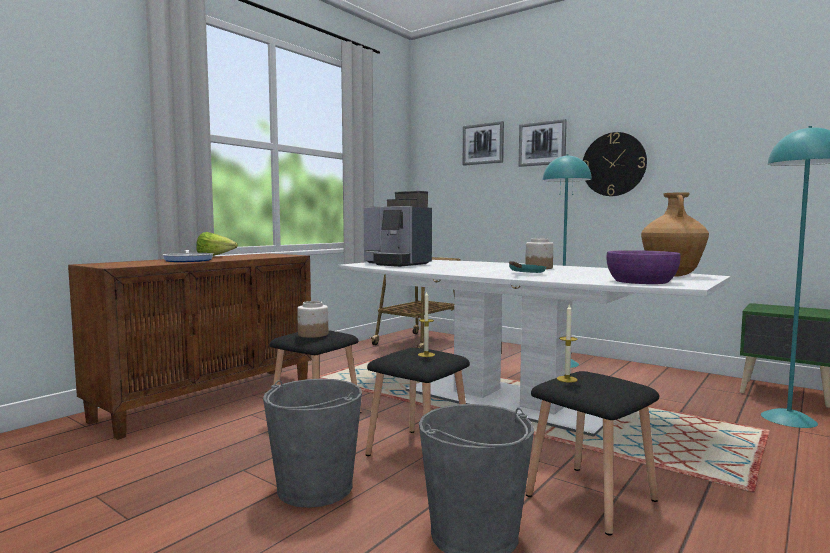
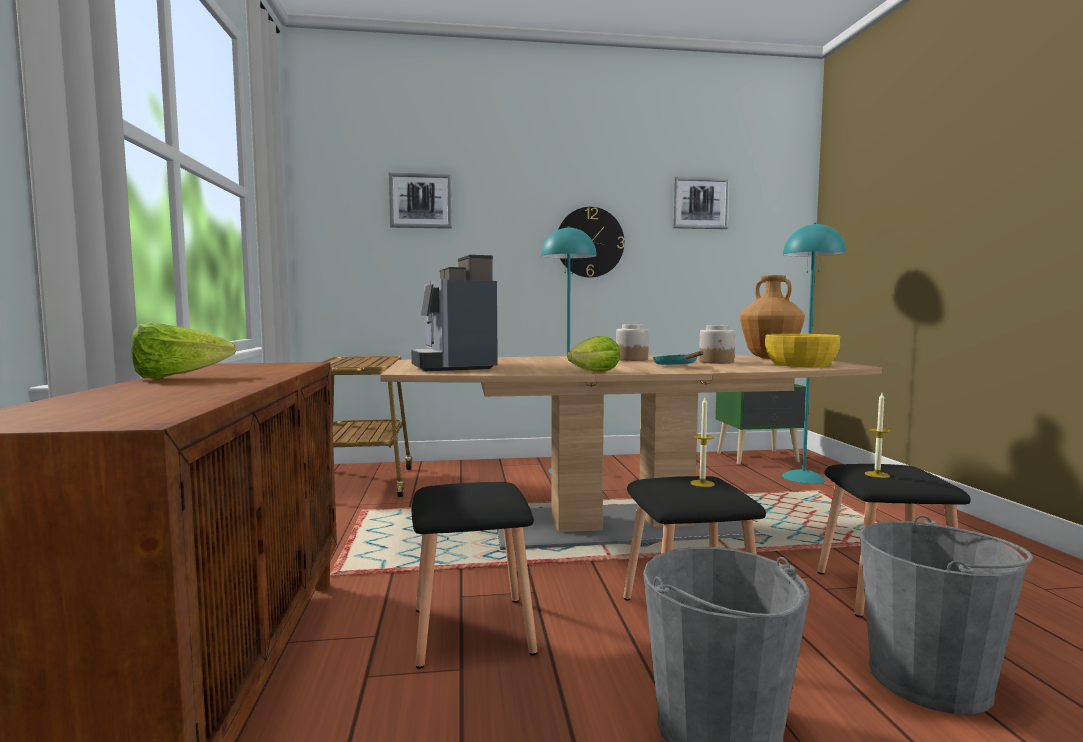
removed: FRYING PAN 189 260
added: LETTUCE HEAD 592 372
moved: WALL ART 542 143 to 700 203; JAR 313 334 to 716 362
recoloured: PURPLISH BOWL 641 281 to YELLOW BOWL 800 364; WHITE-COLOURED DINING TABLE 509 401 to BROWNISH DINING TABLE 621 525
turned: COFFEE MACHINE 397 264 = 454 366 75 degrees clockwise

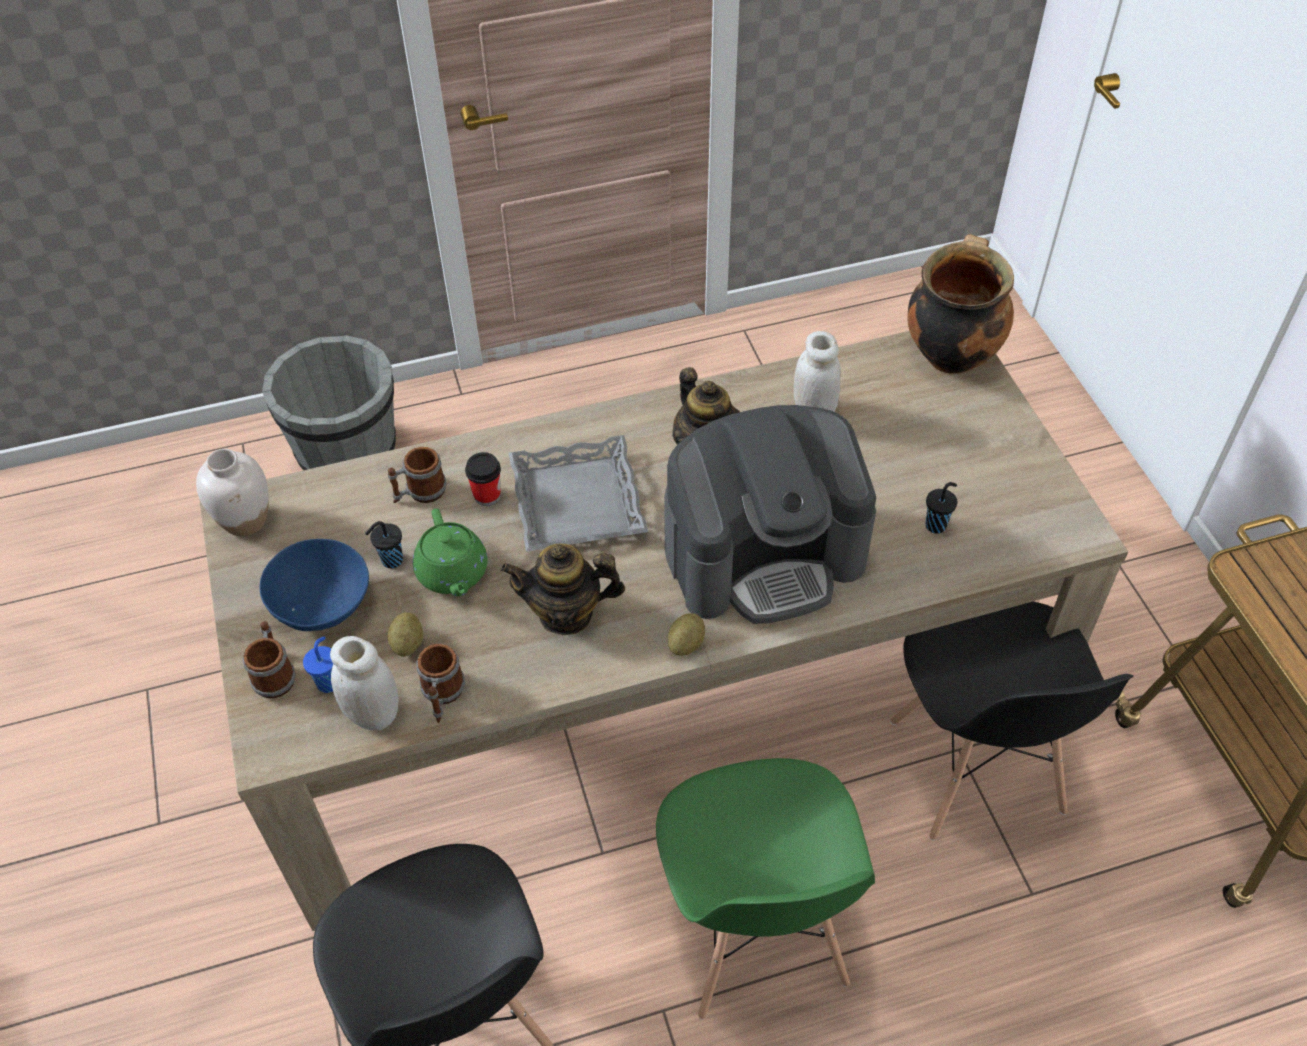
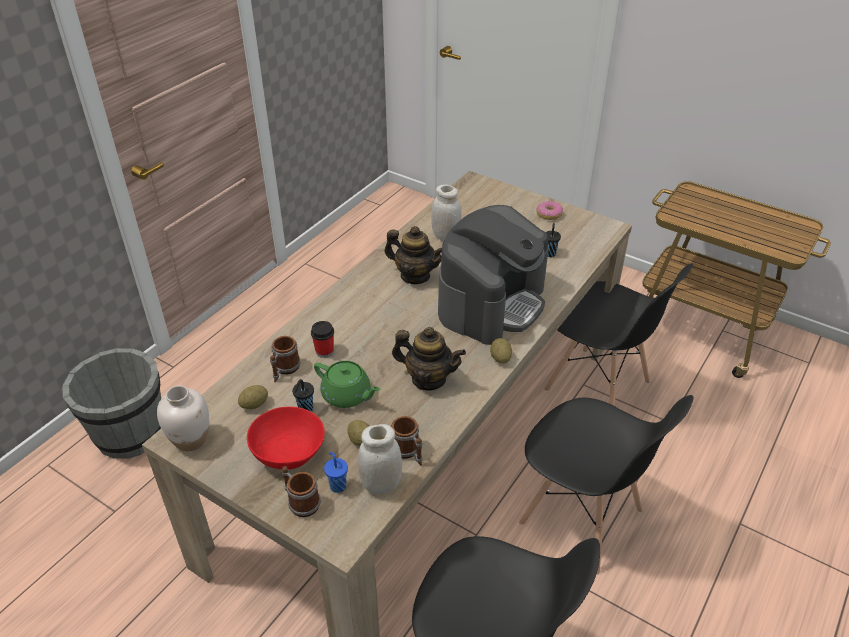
removed: STOCKPOT 950 353; GRAY TRAY 576 502
added: RING DOUGHNUT 549 214; SPUD 254 404
recoloured: BLUE-COLOURED BOWL 322 604 to RED BOWL 288 452; GREEN UPRIGHT CHAIR 755 933 to BLACK-COLOURED UPRIGHT CHAIR 581 519
turned: POT FOR TEA 566 613 = 428 379 120 degrees counterclockwise

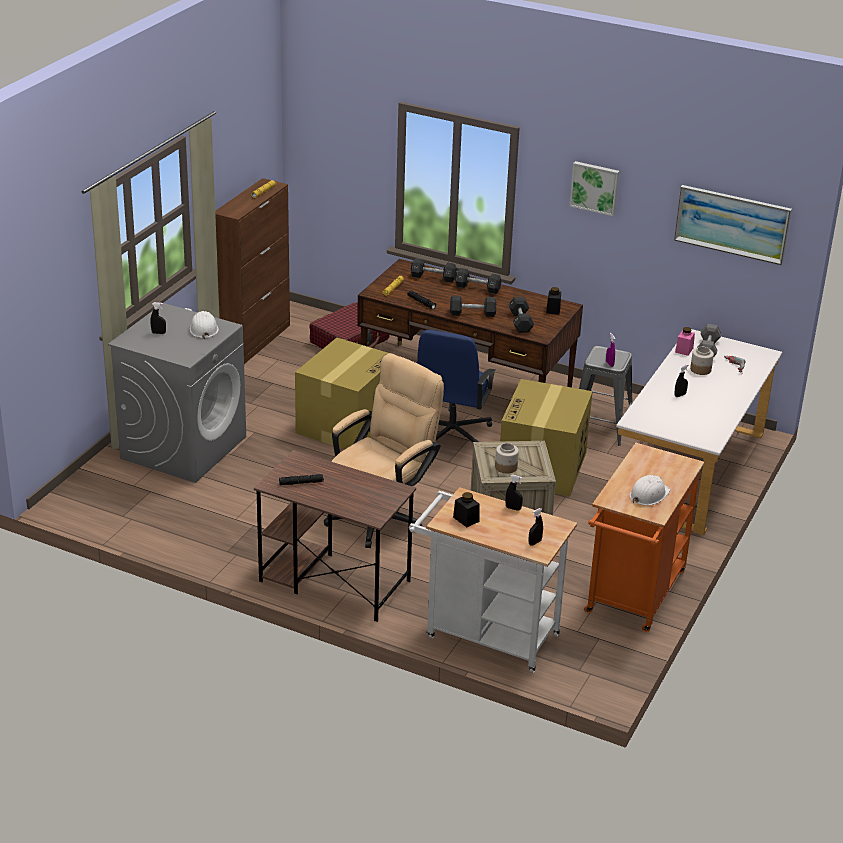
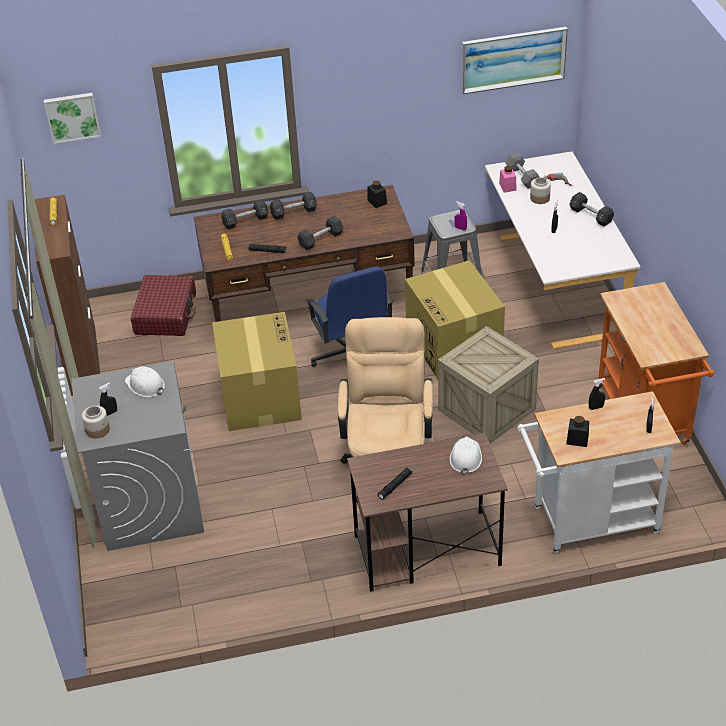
moved: WALL ART 595 187 to 72 116; BLACK-COLOURED DUMBBELL 520 322 to 591 216; JAR 506 467 to 98 430; WHITE-COLOURED WORK HELMET 648 495 to 465 457

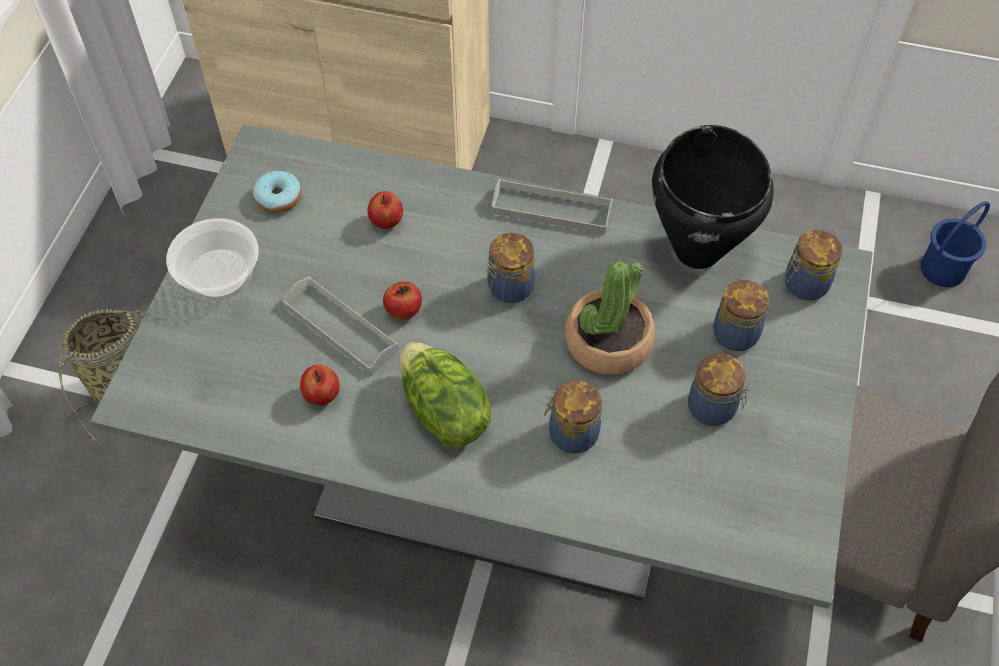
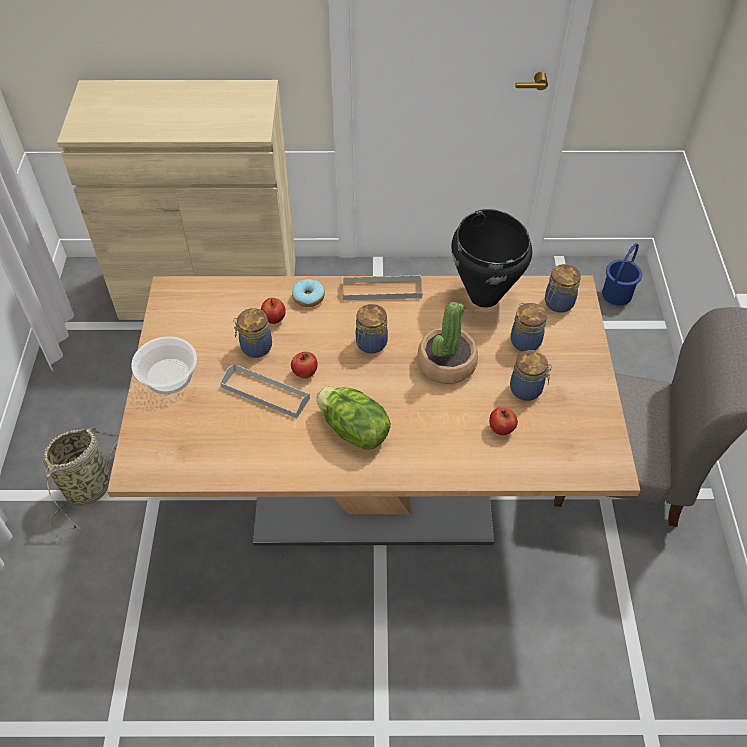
moved: RING DOUGHNUT 278 198 to 308 297; APPLE 322 395 to 501 429; JAR 571 433 to 255 347
recoloured: GRAY DINING TABLE 499 478 to BROWNISH DINING TABLE 373 488

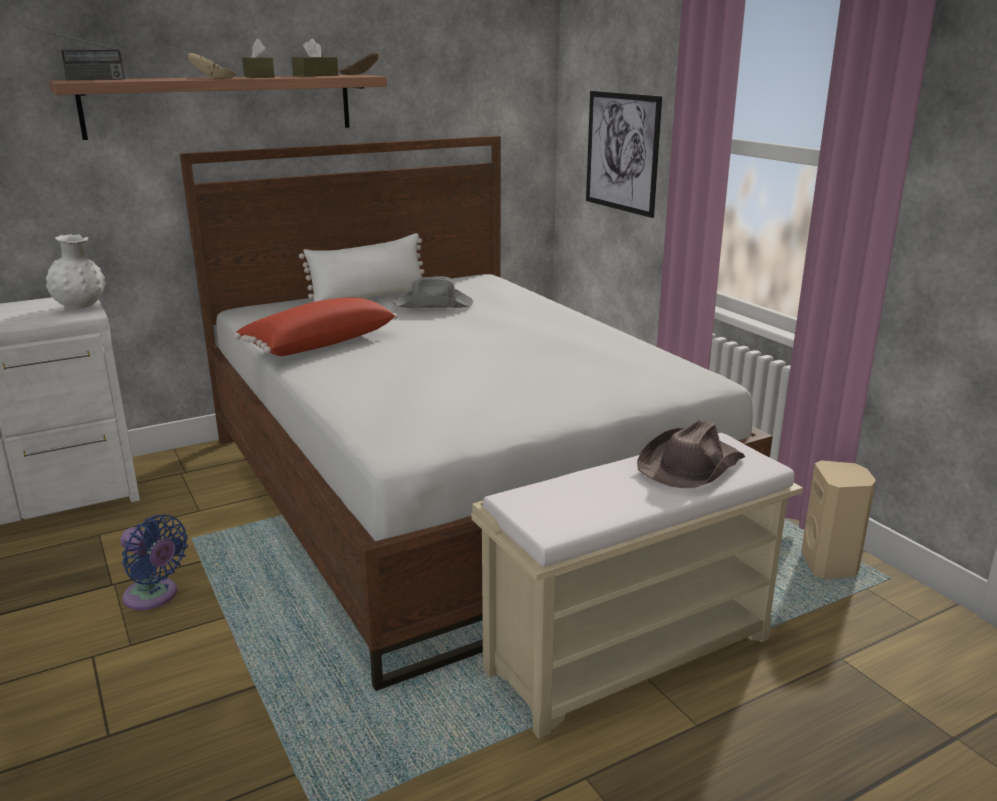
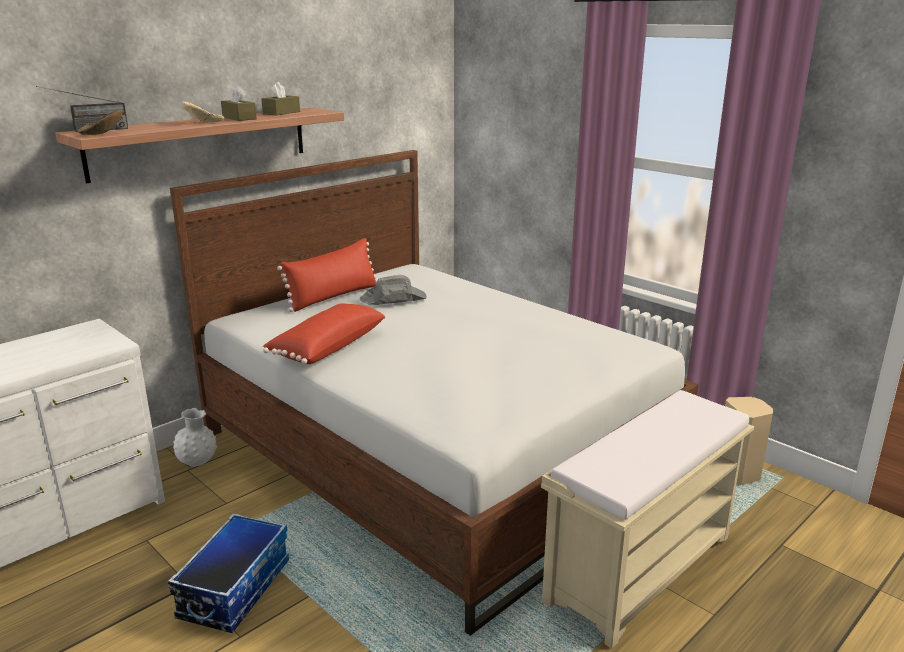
removed: WALL ART 622 152; BROWNISH HAT 690 465
moved: BROWNISH BOWL 359 75 to 101 134; WHITE-COLOURED DECORATIVE VASE 80 307 to 197 462
replaced: BLUE-COLOURED FAN 154 596 to STORAGE CONTAINER 234 589
recoloured: WHITE-COLOURED CUSHION 369 298 to RED CUSHION 333 297

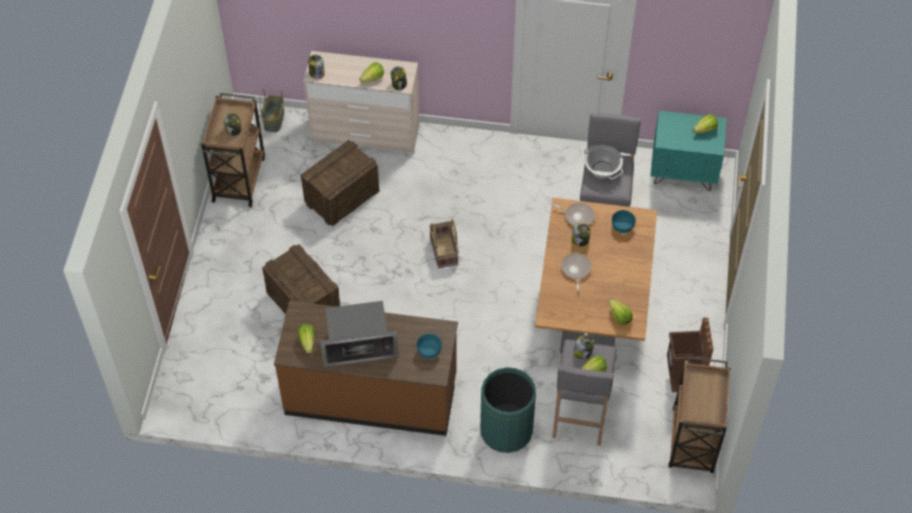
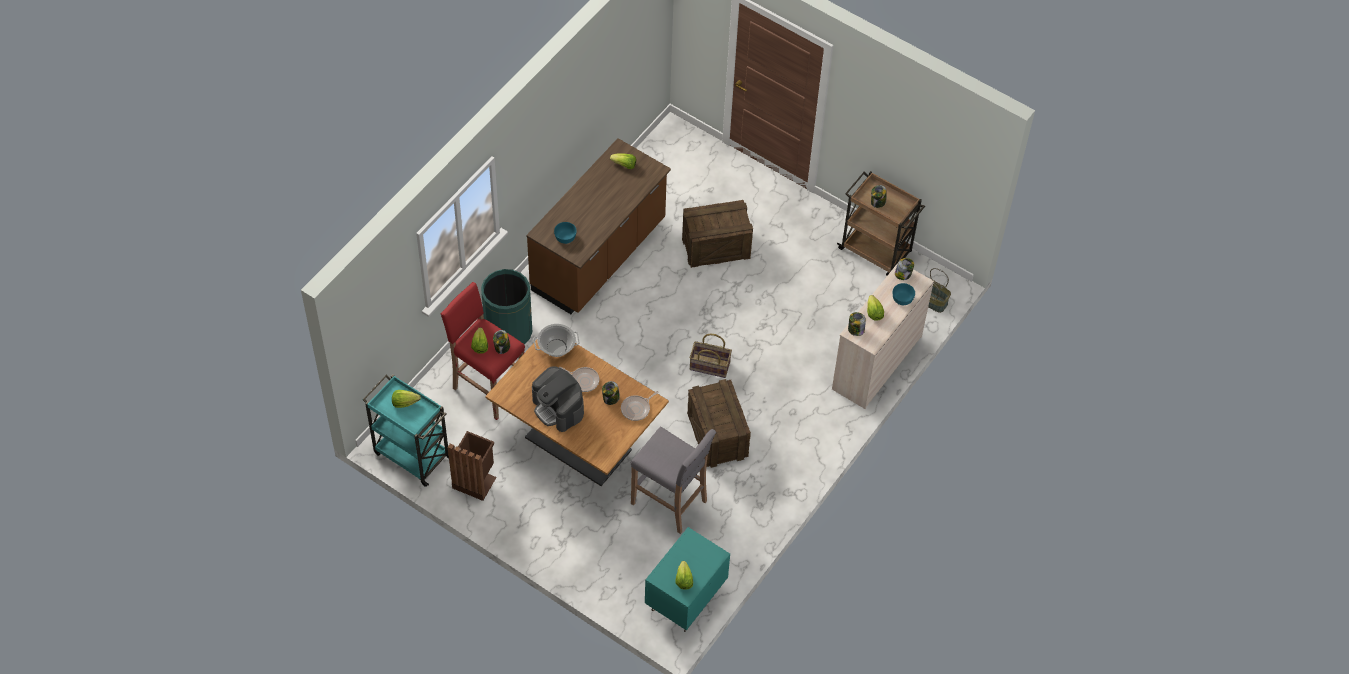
removed: MICROWAVE OVEN 358 345
added: COFFEE MACHINE 558 408
moved: CRATE 342 196 to 717 436; STOCKPOT 602 169 to 557 347; TURQUOISE-COLOURED BOWL 622 226 to 903 299; LETTUCE HEAD 619 317 to 404 402
recoloured: GRAY STOOL 580 416 to RED STOOL 488 388; BROWNISH TROLLEY 692 442 to TURQUOISE-COLOURED TROLLEY 411 454

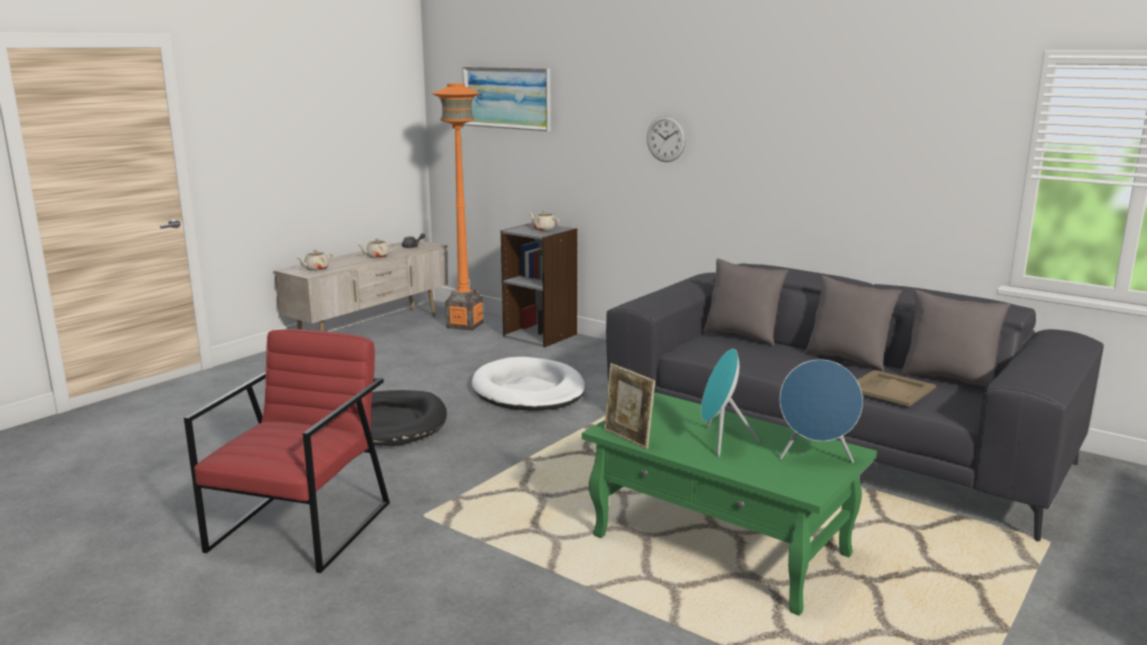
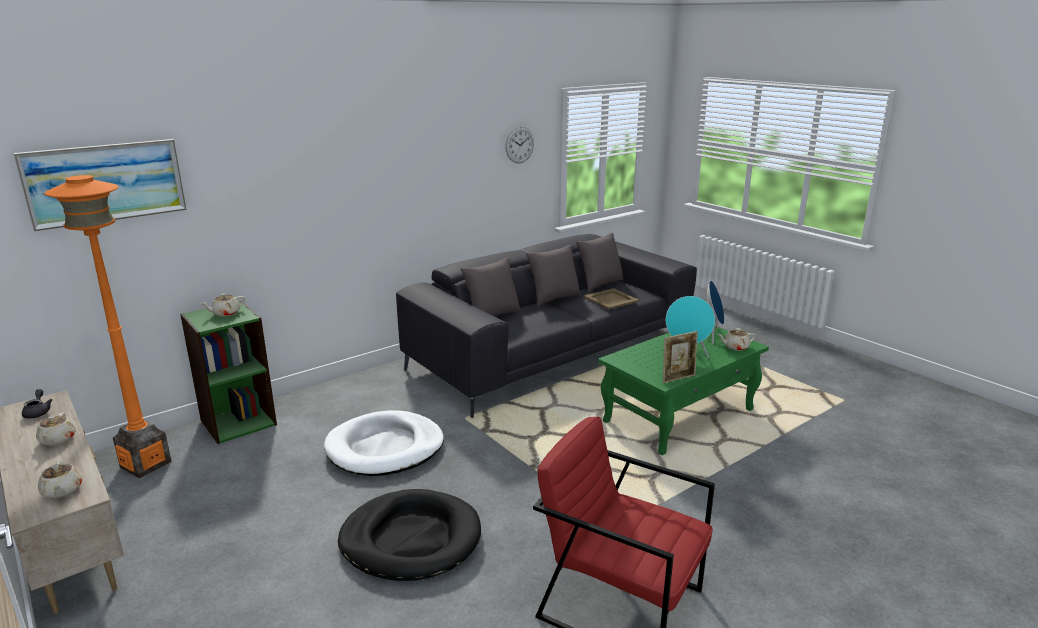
added: SAND-COLOURED POT FOR TEA 735 347
moved: HANGING CLOCK 666 139 to 519 145
recoloured: GRAY SHELVING UNIT 541 335 to GREEN SHELVING UNIT 238 422

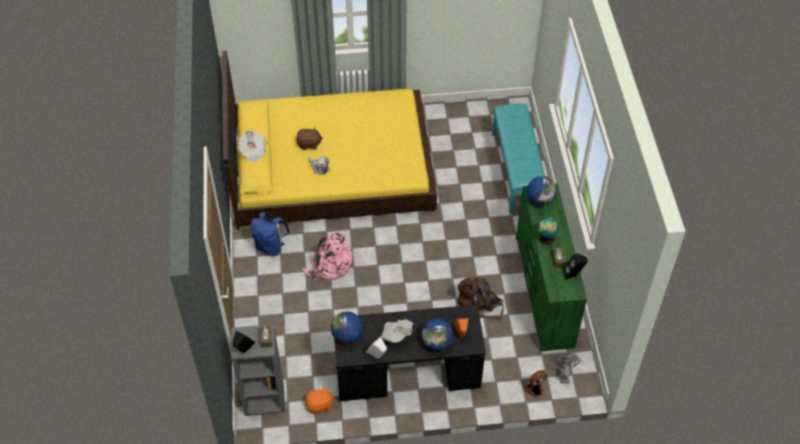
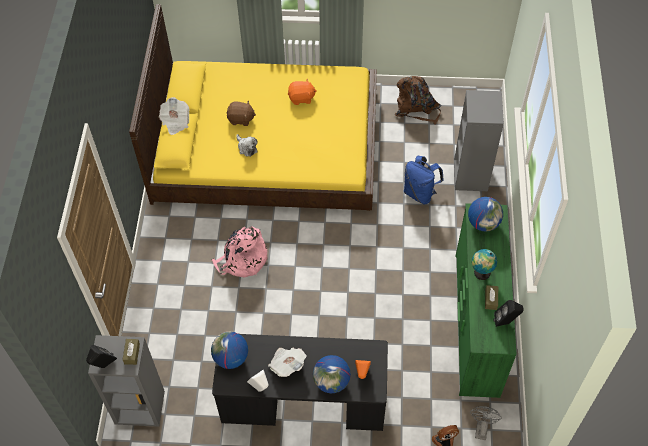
moved: BLUE-COLOURED RUCKSACK 271 246 to 420 193; BROWNISH RUCKSACK 478 305 to 416 108; ORANGEY SOFT TOY 319 405 to 301 98
replaced: TURQUOISE-COLOURED INDOOR BENCH 516 171 to GRAY SHELVING UNIT 471 175

